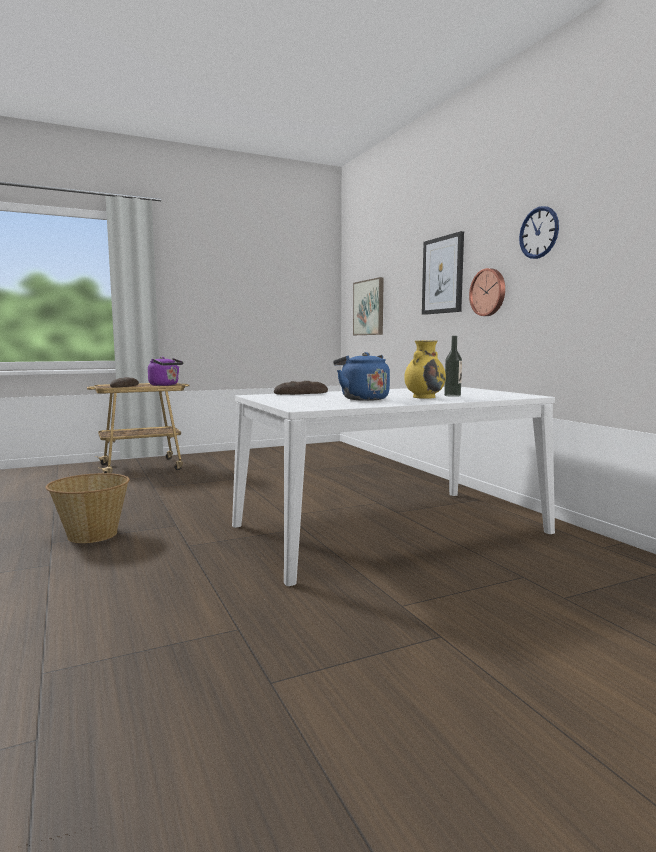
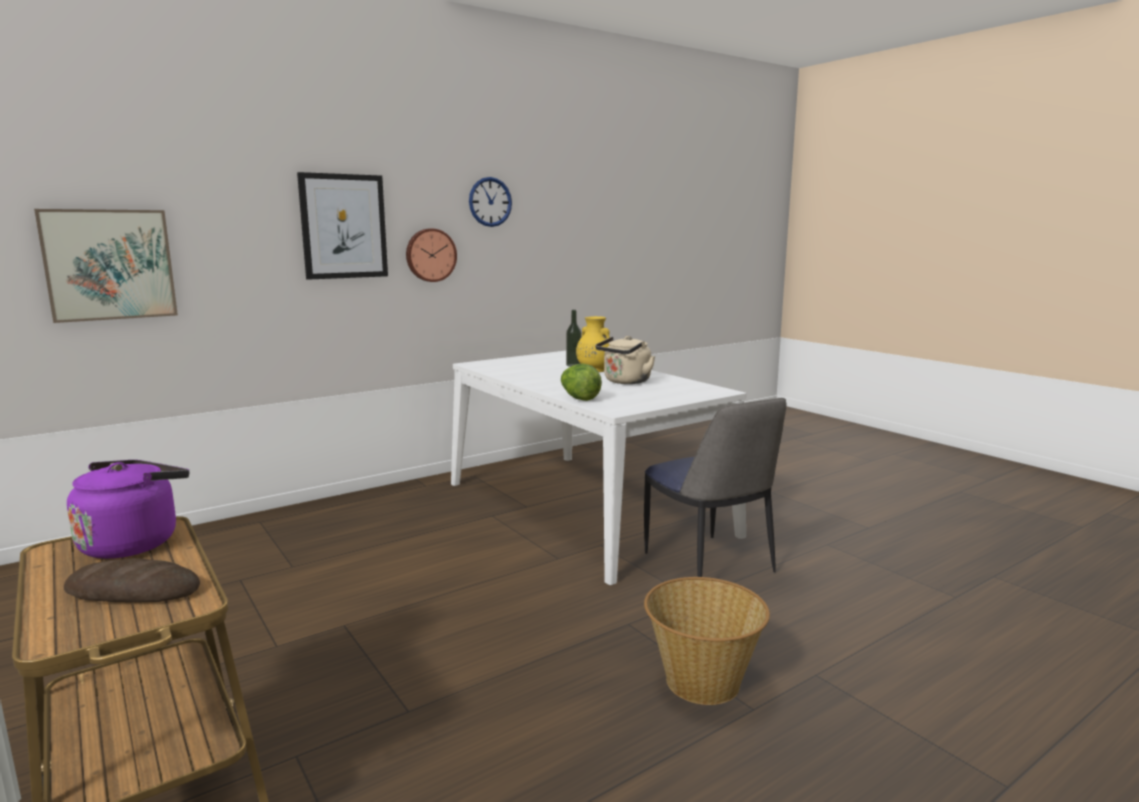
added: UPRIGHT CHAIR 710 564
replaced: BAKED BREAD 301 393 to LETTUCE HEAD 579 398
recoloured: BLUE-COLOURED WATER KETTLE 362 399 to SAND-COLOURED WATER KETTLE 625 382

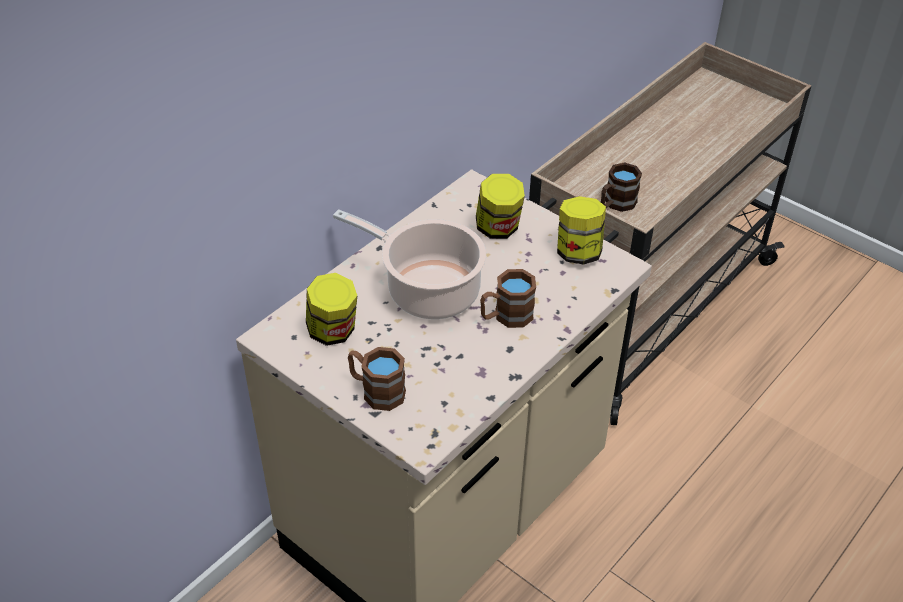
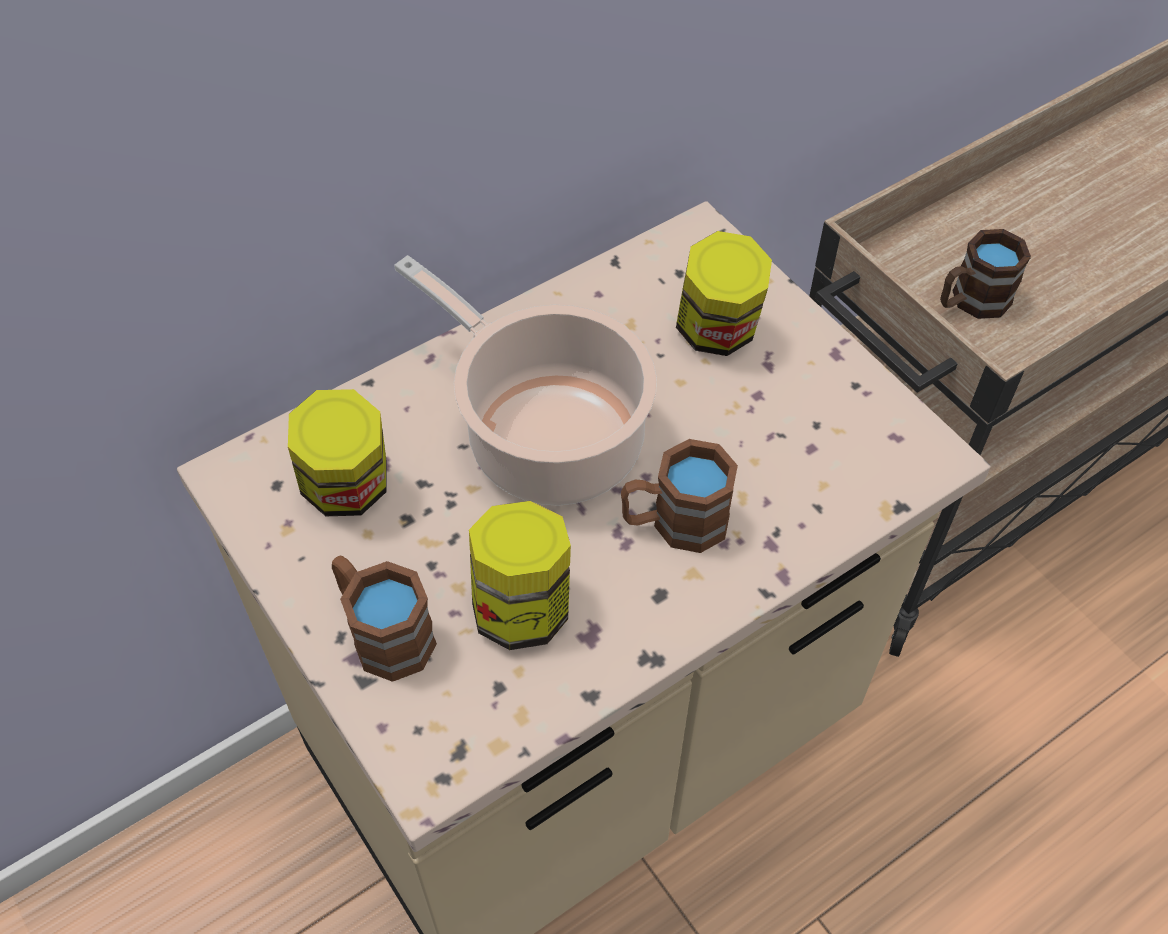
moved: JAR 578 252 to 522 608

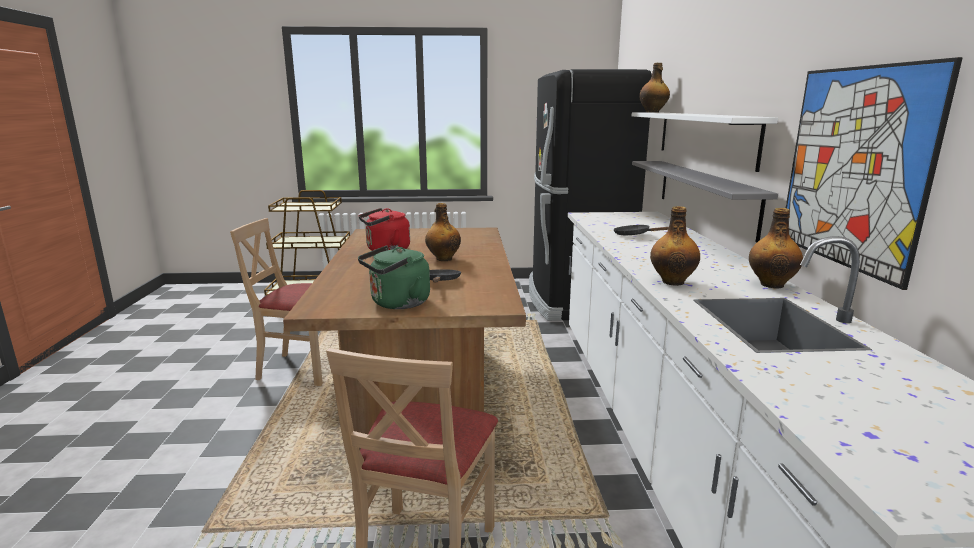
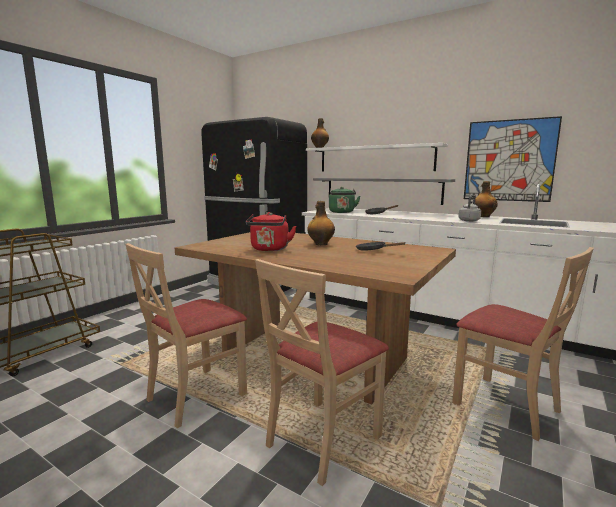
added: SAND-COLOURED UPRIGHT CHAIR 322 439
moved: GREEN WATER KETTLE 397 304 to 342 212
replaced: BOTTLE 672 281 to GRAY WATER KETTLE 469 220

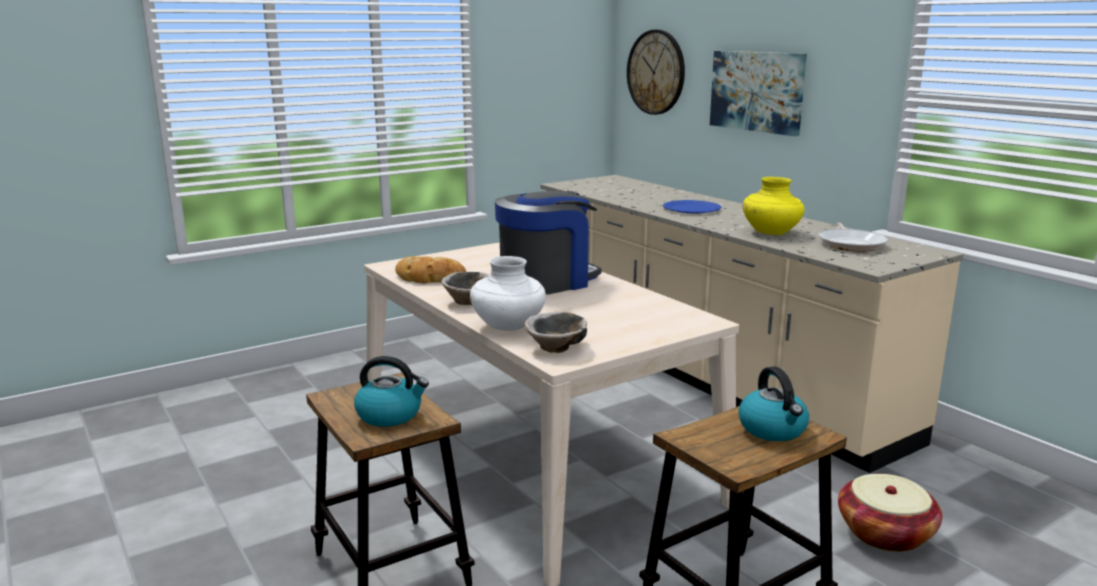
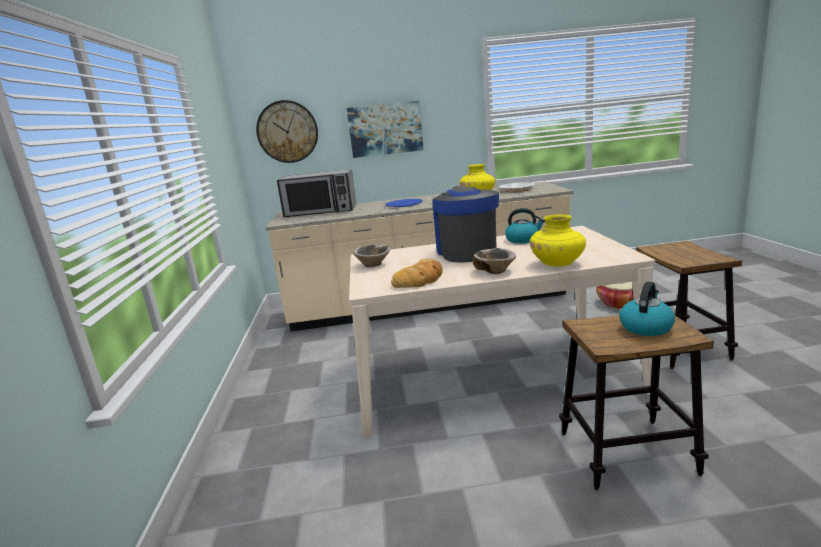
added: MICROWAVE OVEN 321 211
moved: BOWL 556 348 to 373 265; WATER KETTLE 773 429 to 523 240
recoloured: WHITE-COLOURED DECORATIVE VASE 508 326 to YELLOW DECORATIVE VASE 558 264

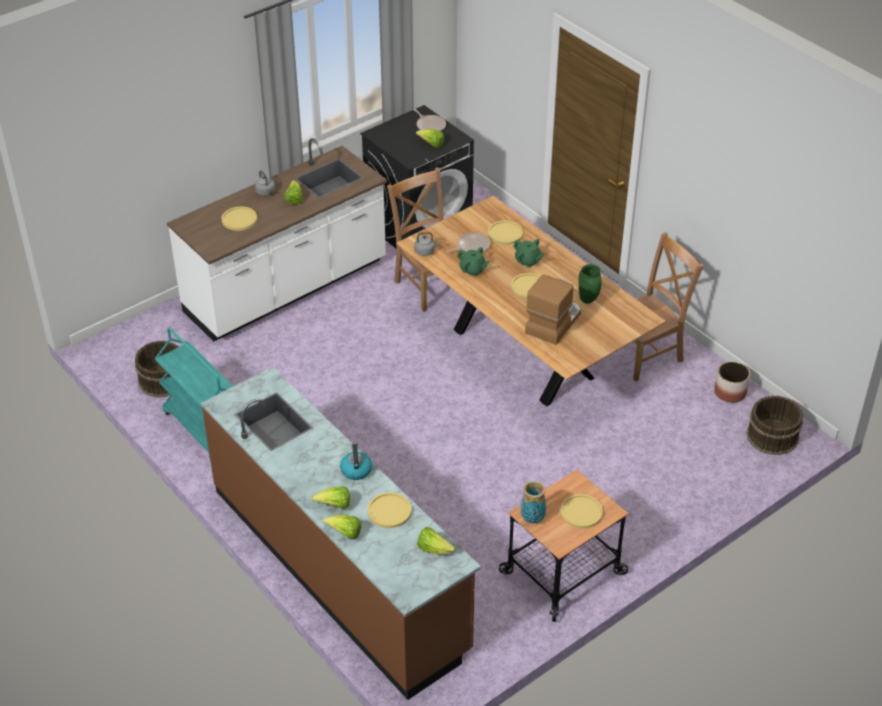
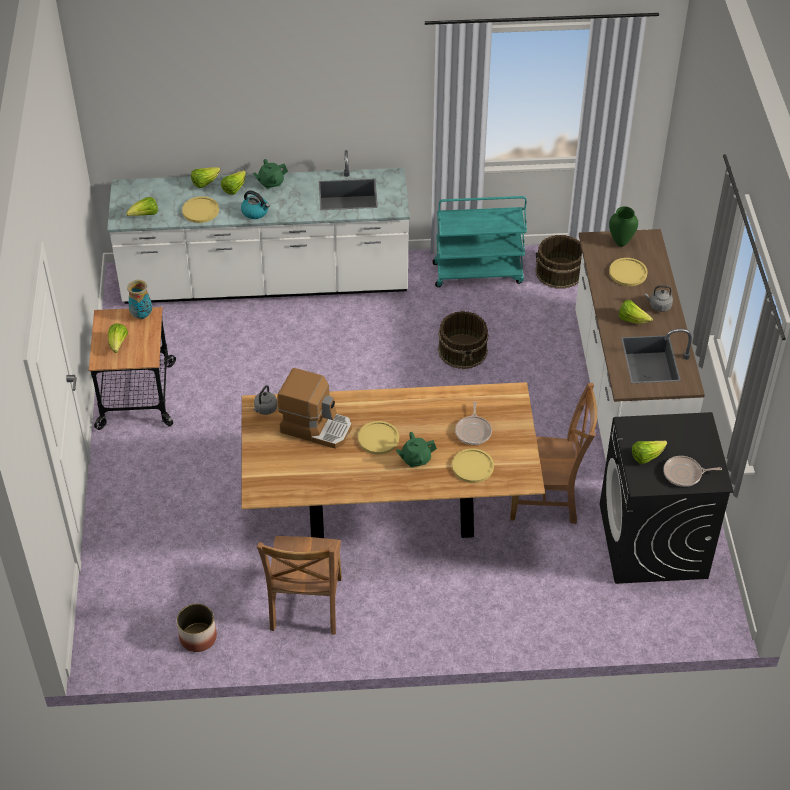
moved: GRAY WATER KETTLE 426 251 to 265 409; GREEN POT FOR TEA 472 270 to 271 182; GREEN DECORATIVE VASE 588 300 to 620 243; BROWNISH WATER BUCKET 772 435 to 463 350
replaced: YELLOW DINNER PLATE 581 512 to LETTUCE HEAD 118 344
recoloured: BROWNISH KITCHEN BASE UNIT 339 569 to WHITE-COLOURED KITCHEN BASE UNIT 266 283
turned: COFFEE MACHINE 552 322 = 316 427 45 degrees counterclockwise

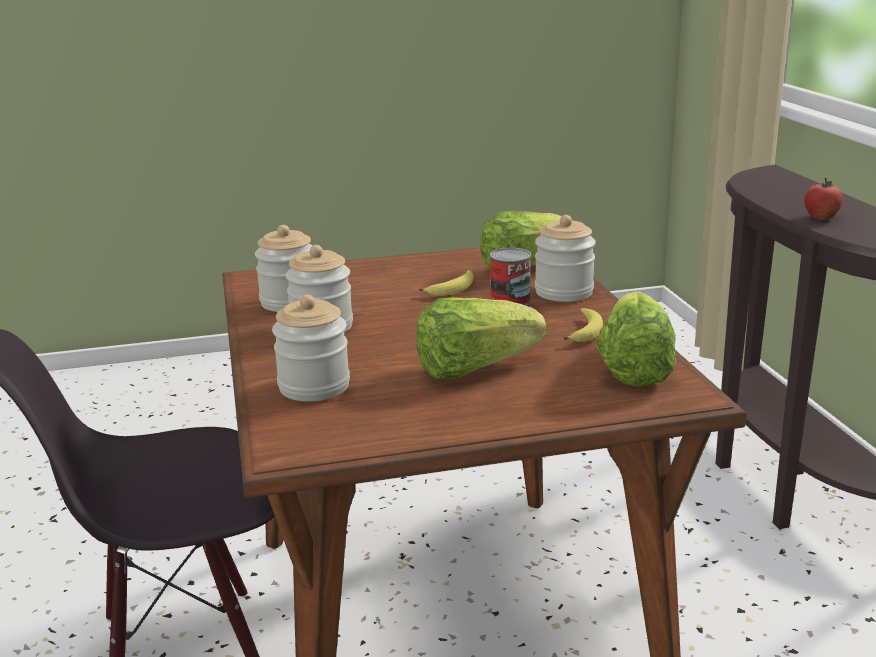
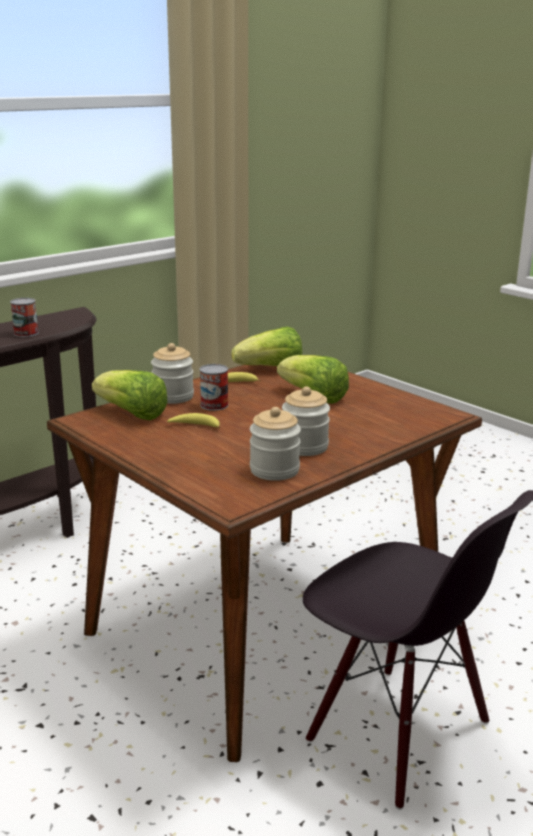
removed: JAR 314 386
replaced: APPLE 821 218 to CAN 26 333

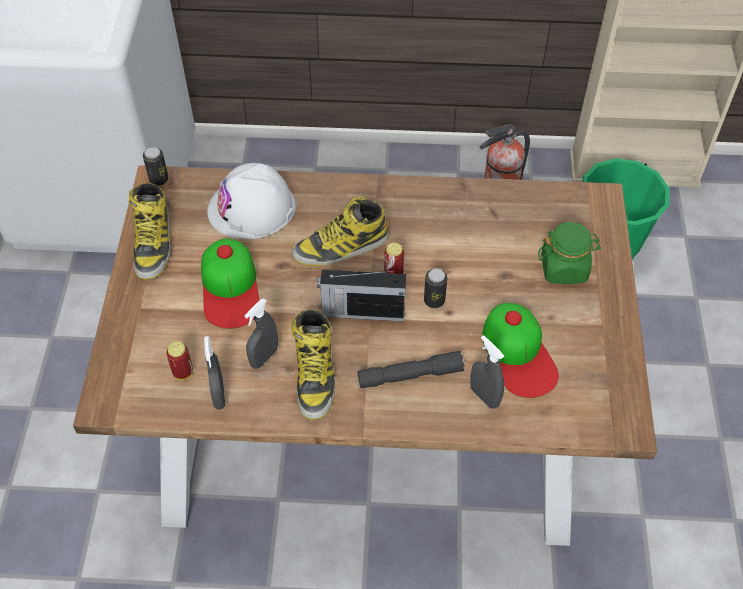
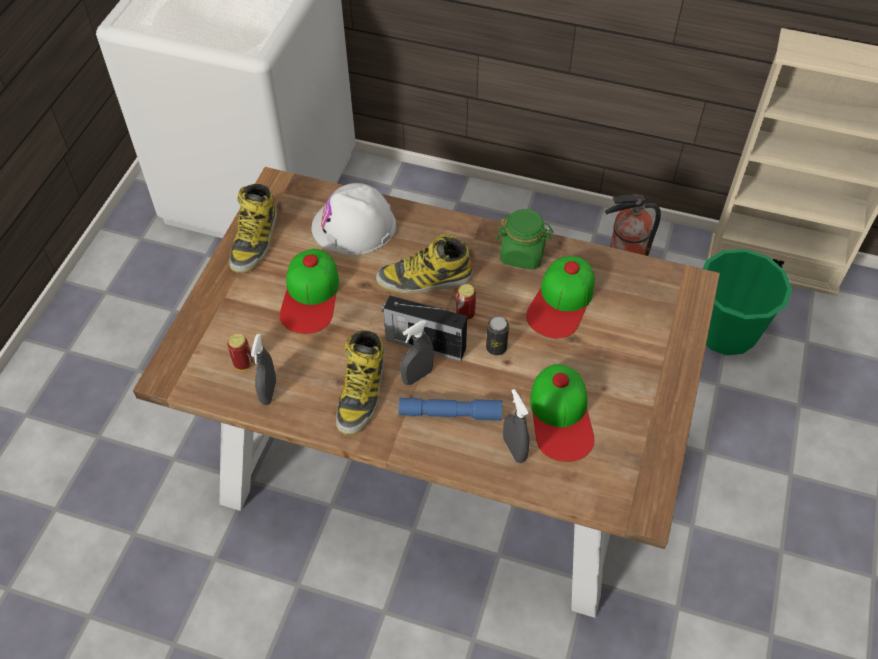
removed: CAN 159 179
added: PEAKED CAP 561 301
moved: GREEN JAR 564 268 to 522 254; GRAY SPRAYER 264 357 to 417 376
recoloured: GRAY TORCH 410 375 to BLUE-COLOURED TORCH 450 413

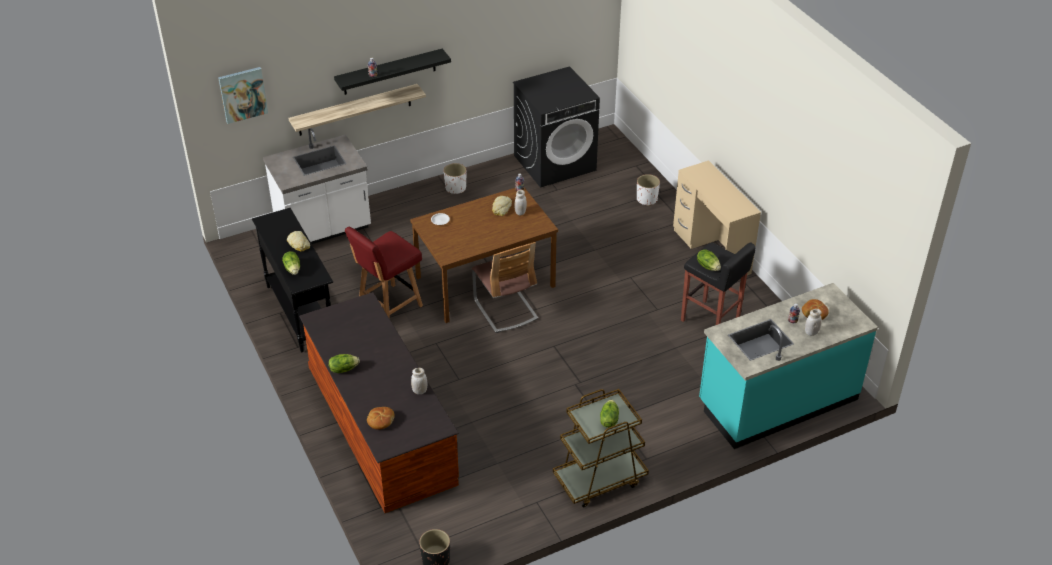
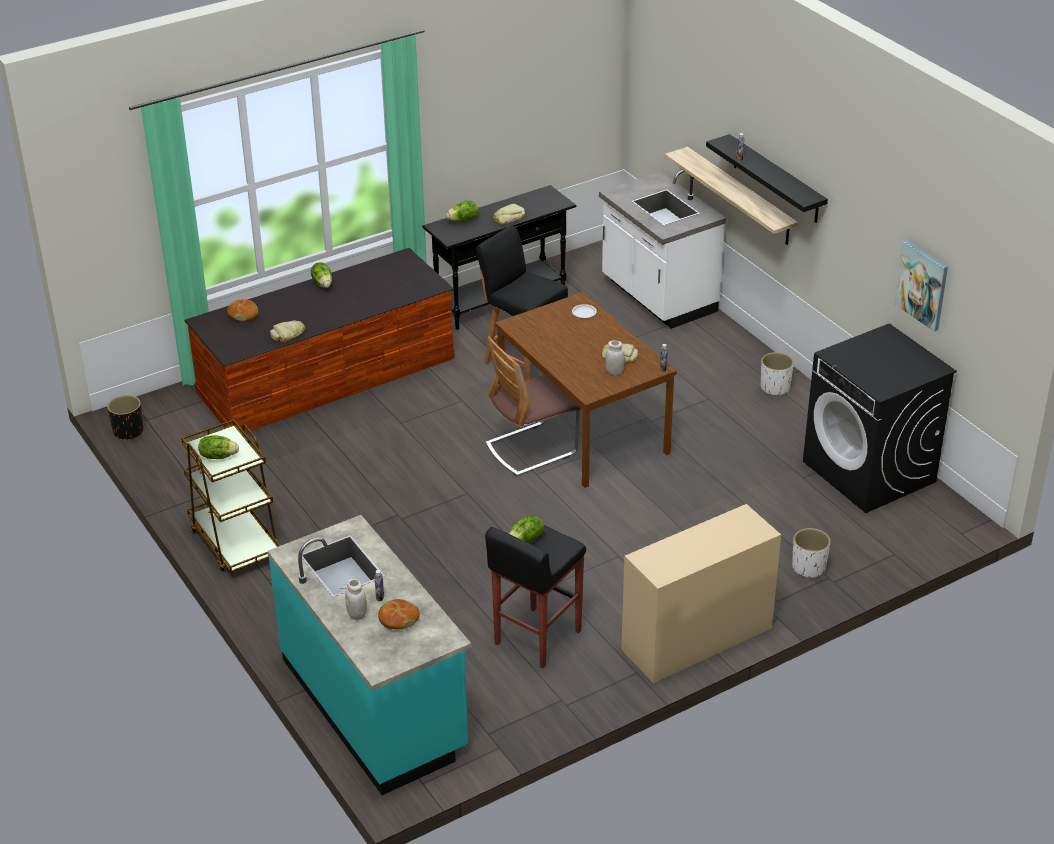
moved: WALL ART 243 94 to 922 284
replaced: WHITE-COLOURED JAR 419 391 to BAKED BREAD 288 334
recoloured: RED UPRIGHT CHAIR 389 306 to BLACK-COLOURED UPRIGHT CHAIR 522 360

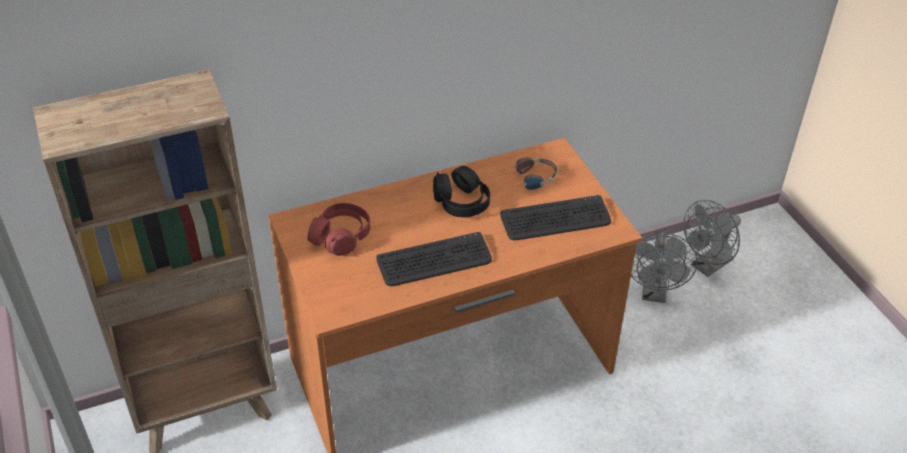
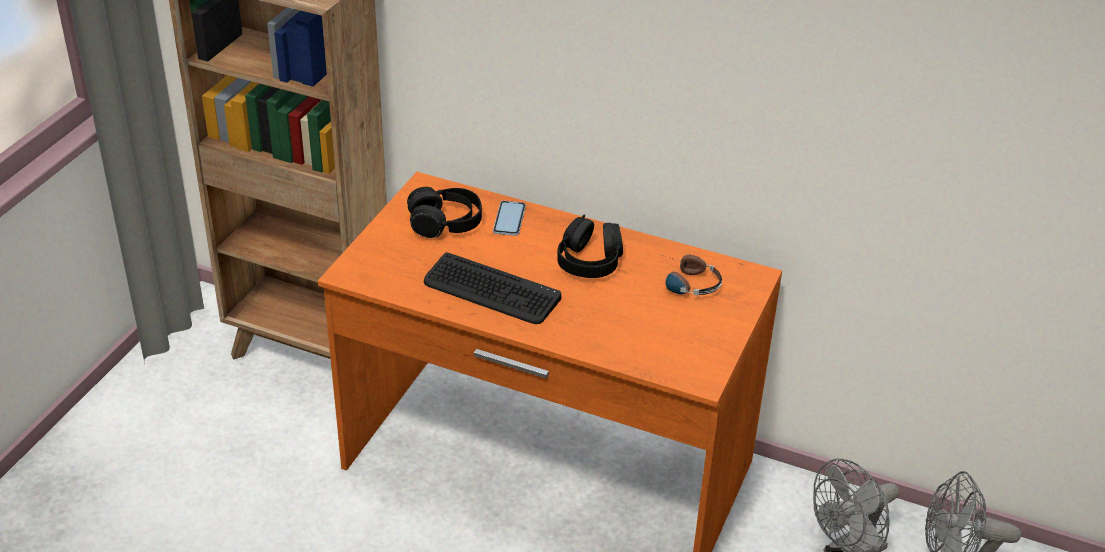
removed: COMPUTER KEYBOARD 555 220
added: PHONE 509 219
recoloured: RED HEADSET 341 237 to BLACK-COLOURED HEADSET 445 223

